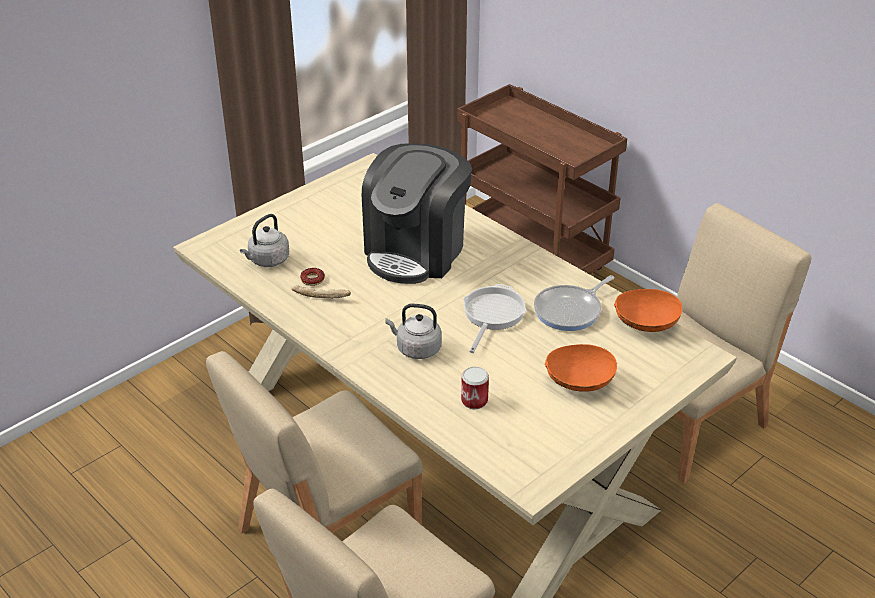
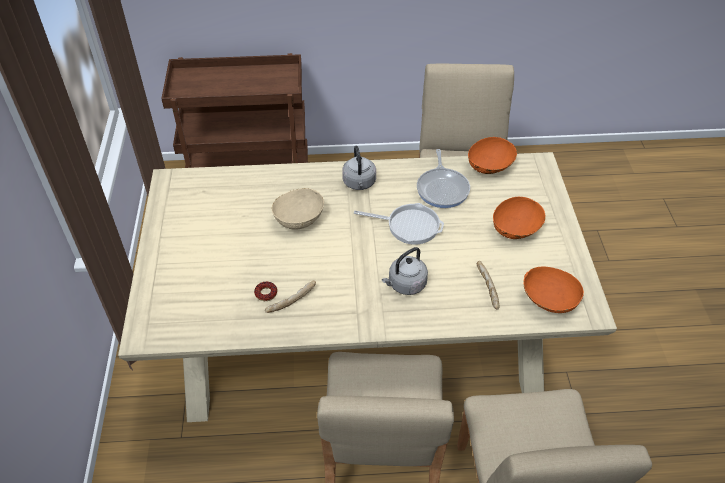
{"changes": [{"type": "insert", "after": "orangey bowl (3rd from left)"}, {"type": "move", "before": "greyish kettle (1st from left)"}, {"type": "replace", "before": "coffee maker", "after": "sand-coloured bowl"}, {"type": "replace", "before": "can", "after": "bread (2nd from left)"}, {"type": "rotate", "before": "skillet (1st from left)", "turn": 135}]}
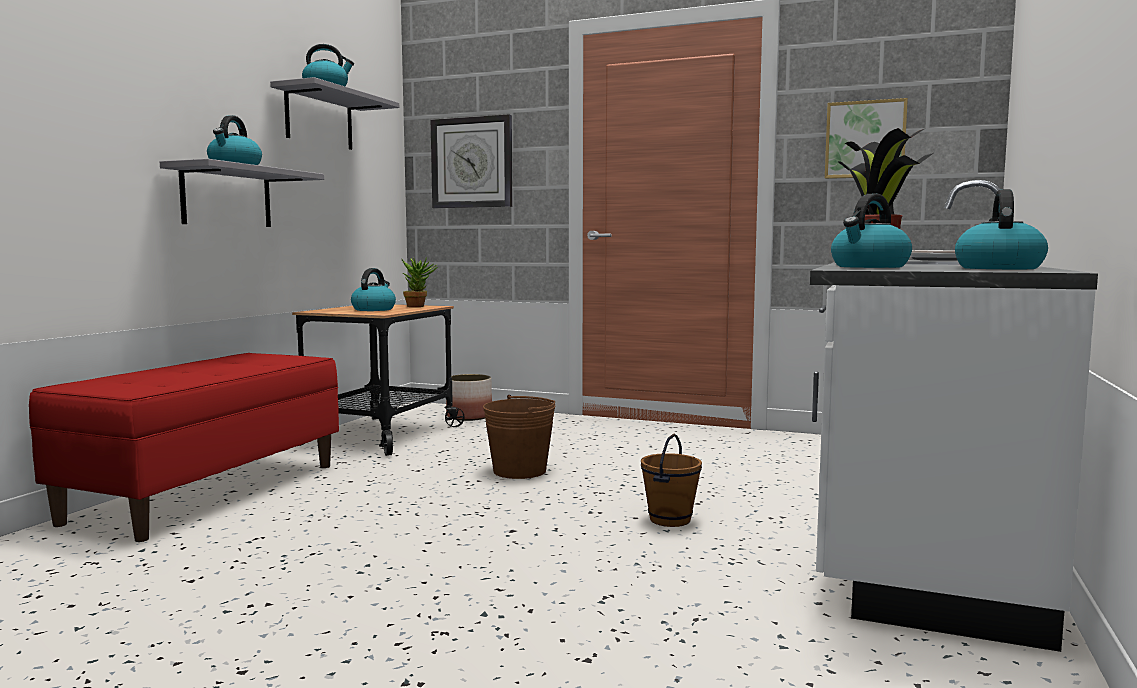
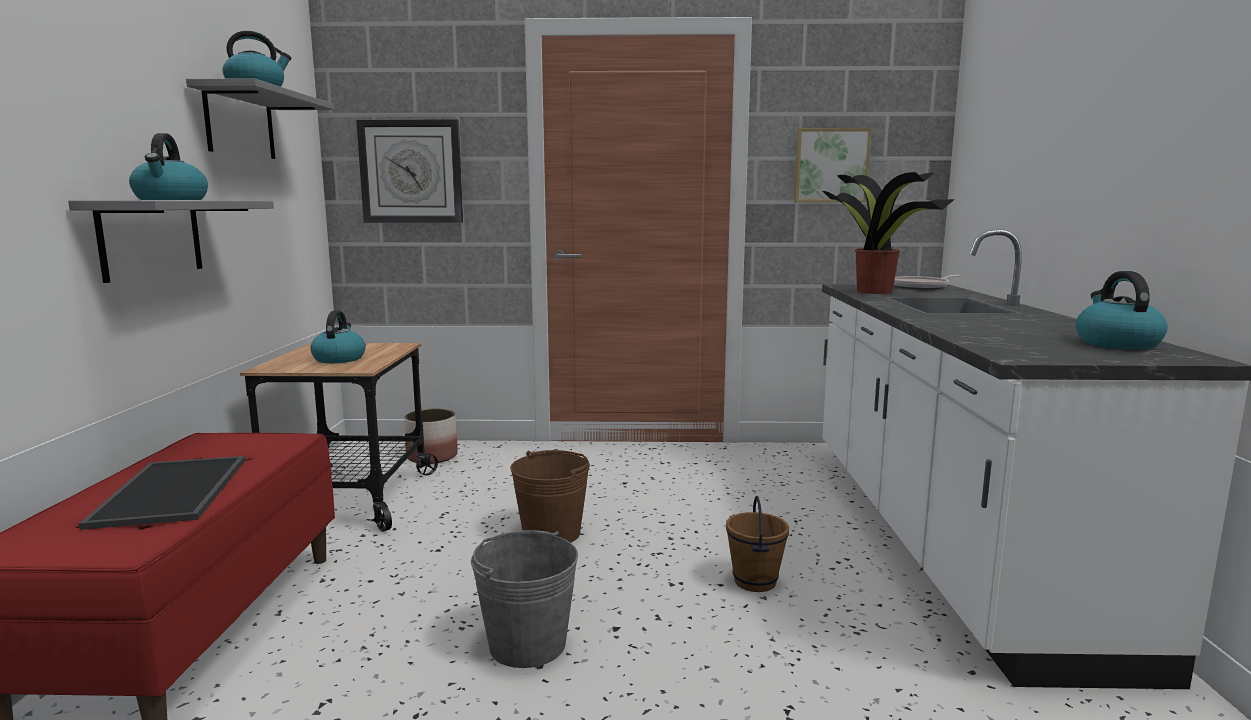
{"changes": [{"type": "delete", "before": "plant in a pot (1st from left)"}, {"type": "delete", "before": "kettle (4th from left)"}, {"type": "insert", "after": "tray"}, {"type": "insert", "after": "greyish pail"}]}
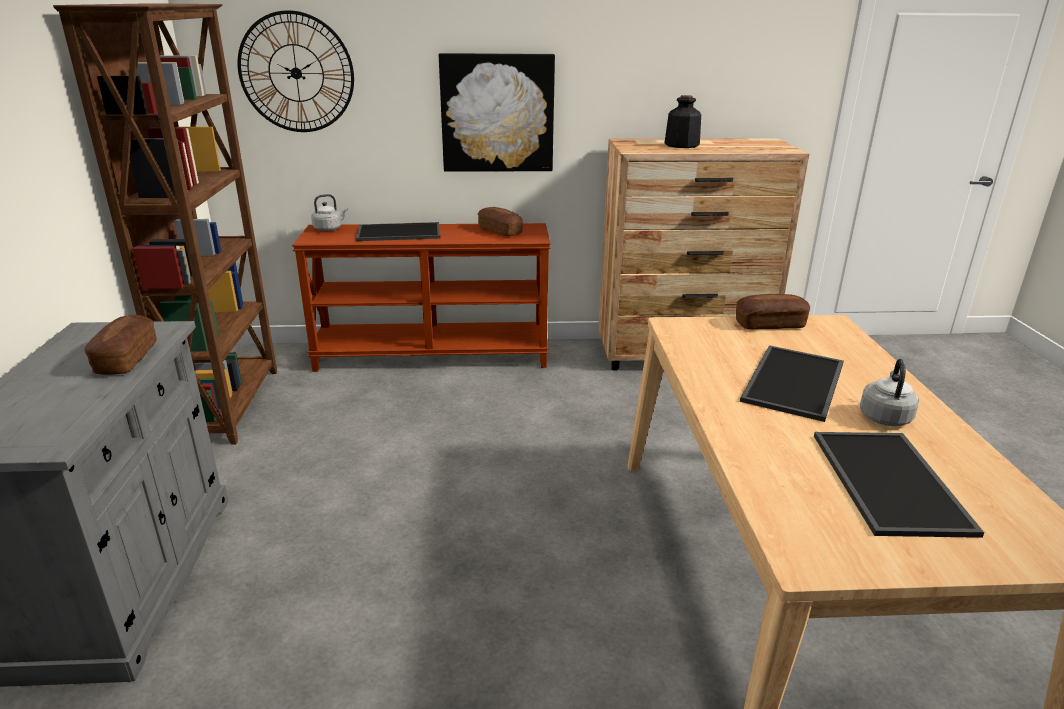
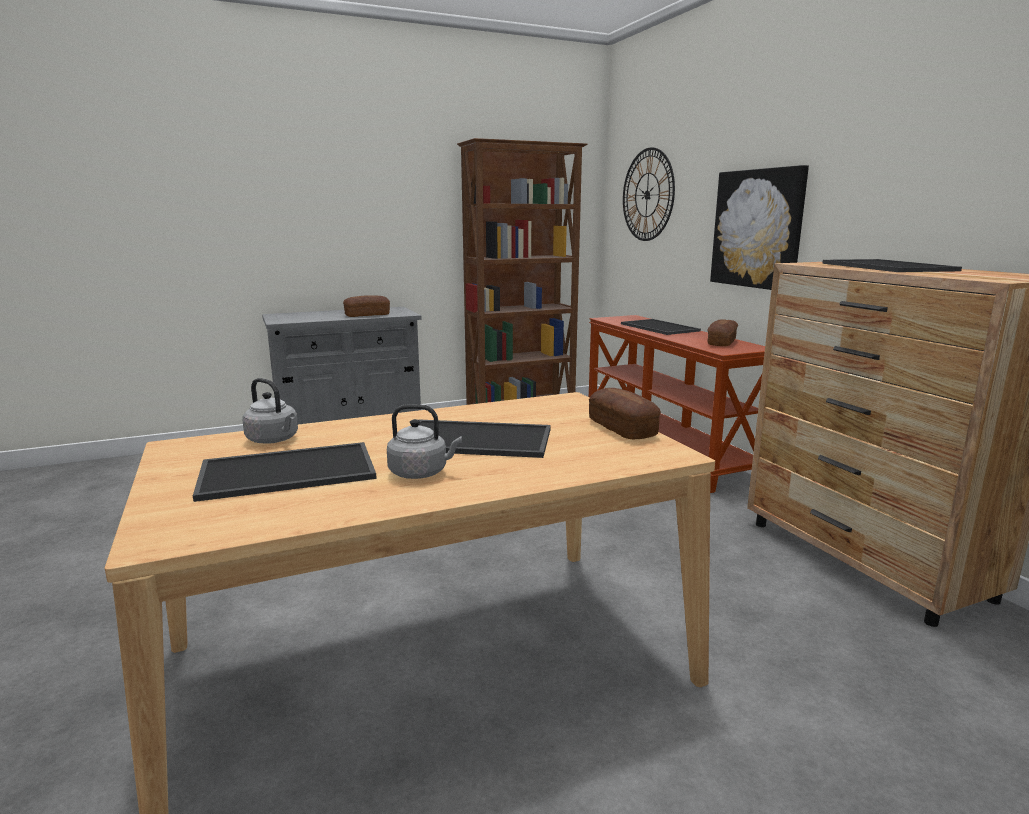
{"changes": [{"type": "move", "before": "greyish kettle (1st from left)"}, {"type": "replace", "before": "beverage bottle", "after": "tray (4th from left)"}]}
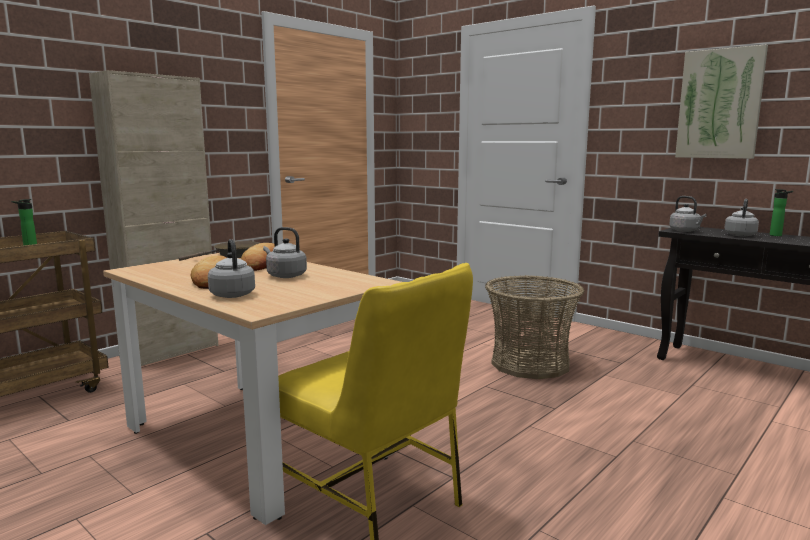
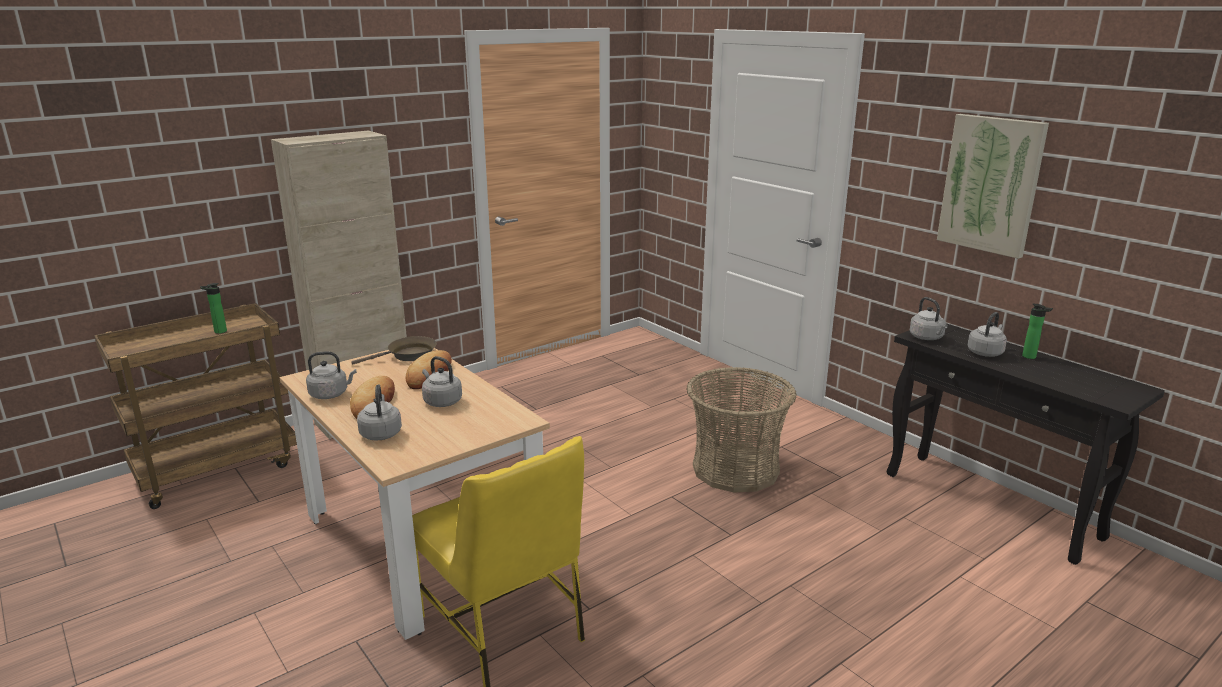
{"changes": [{"type": "insert", "after": "greyish kettle (1st from left)"}]}
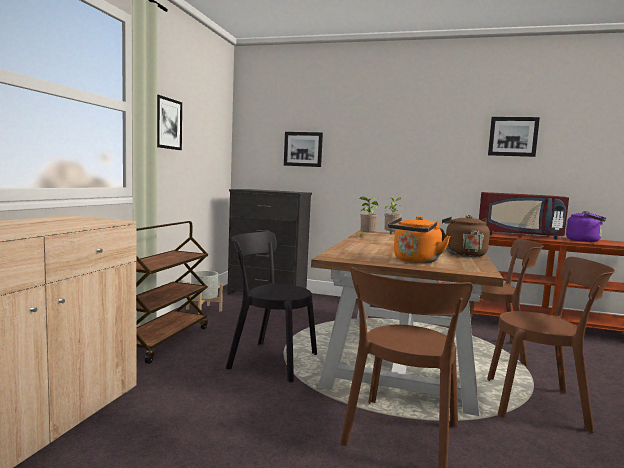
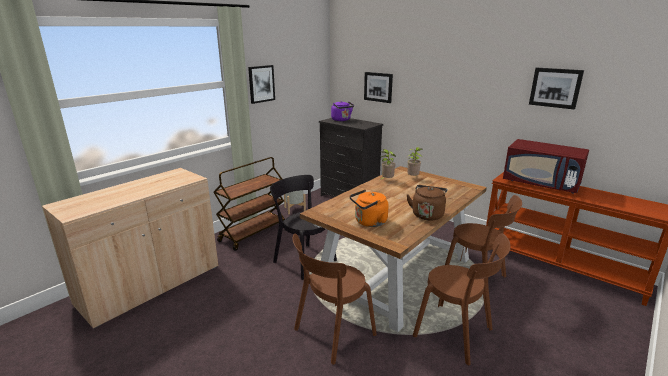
{"changes": [{"type": "move", "before": "purplish kettle"}]}
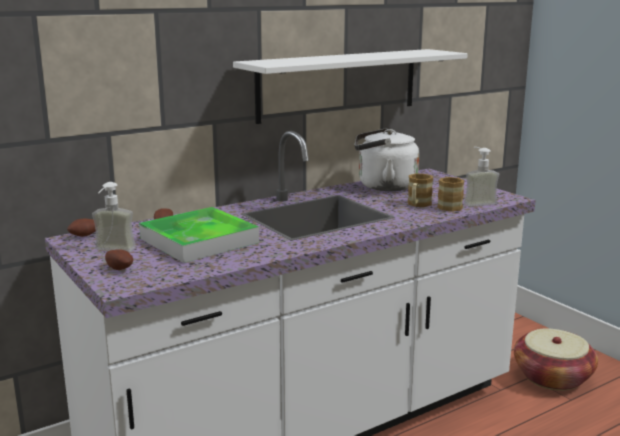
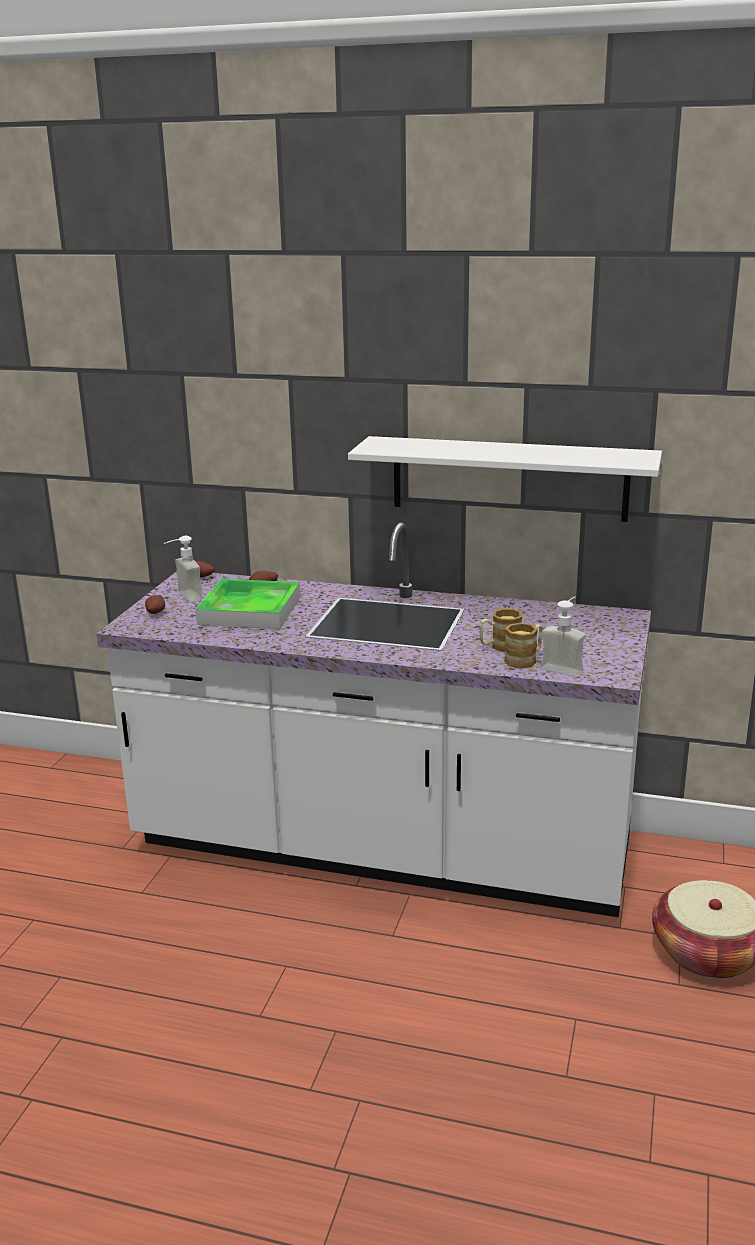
{"changes": [{"type": "delete", "before": "whitish kettle"}]}
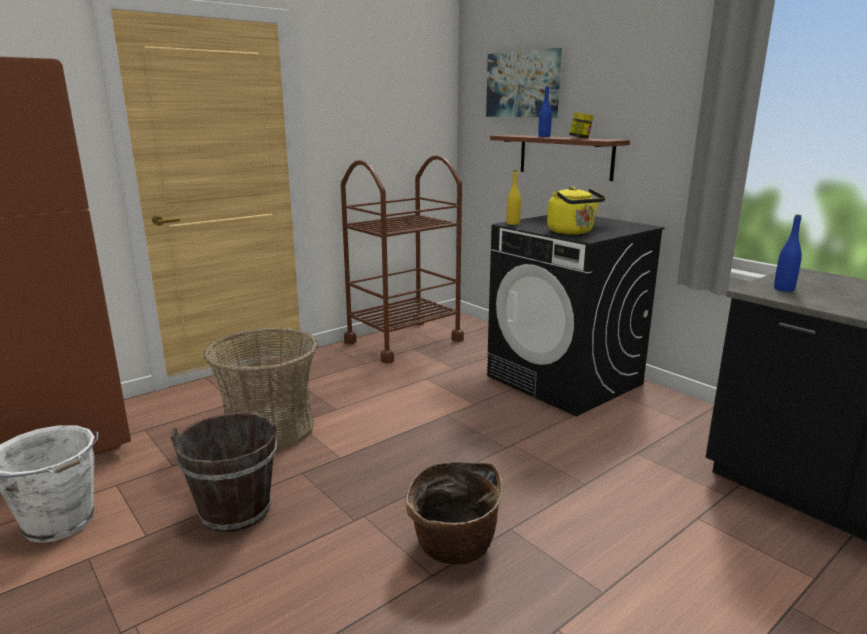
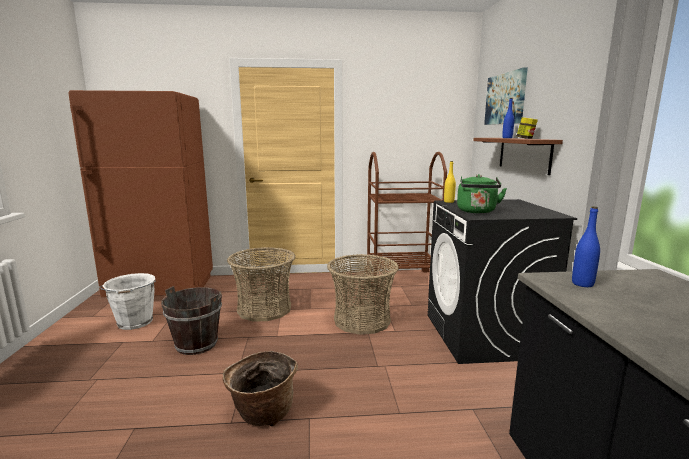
{"changes": [{"type": "insert", "after": "household basket (3rd from left)"}, {"type": "recolor", "before": "yellowish kettle", "after": "green-coloured kettle"}]}
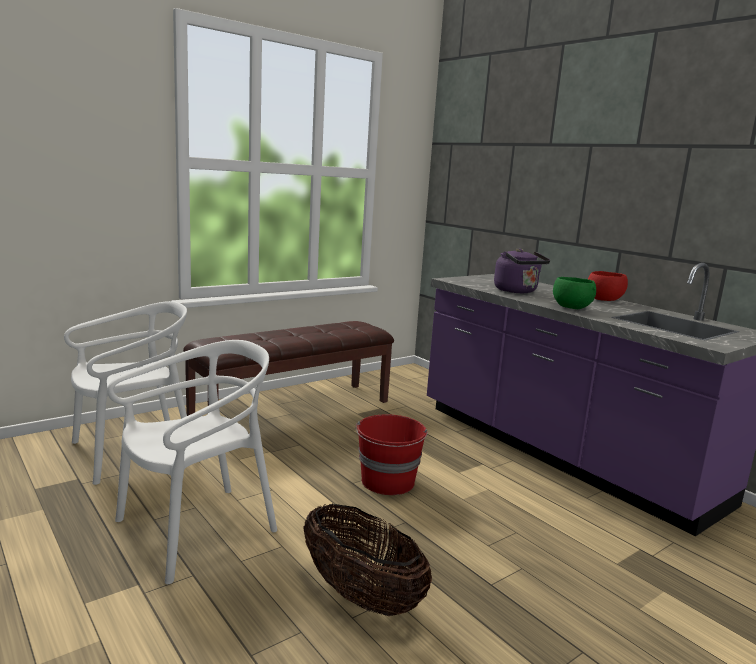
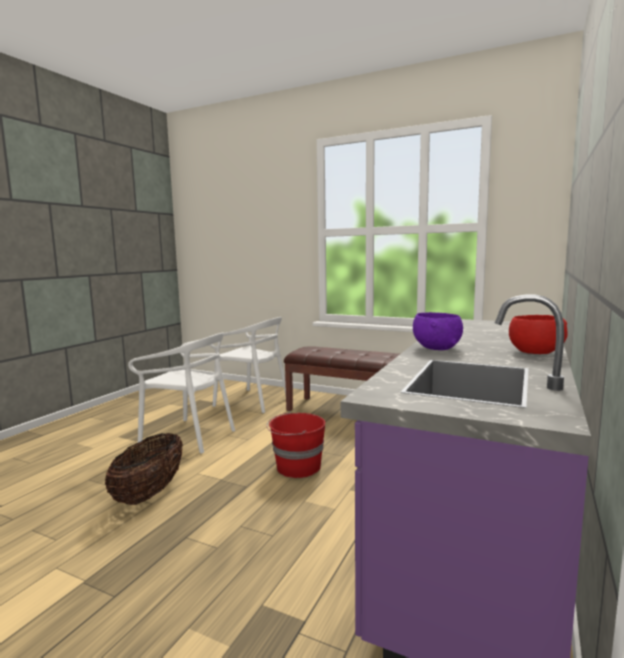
{"changes": [{"type": "delete", "before": "purplish kettle"}, {"type": "recolor", "before": "green-coloured bowl", "after": "purplish bowl"}]}
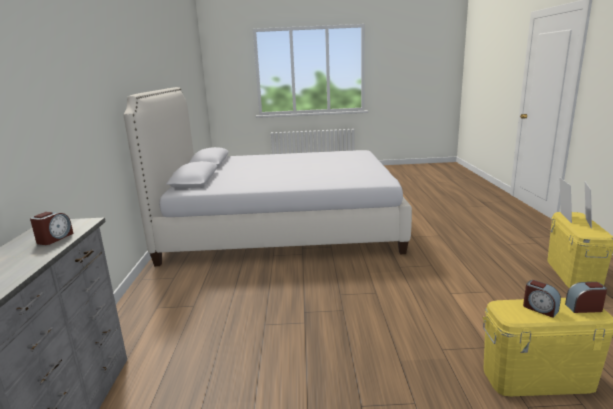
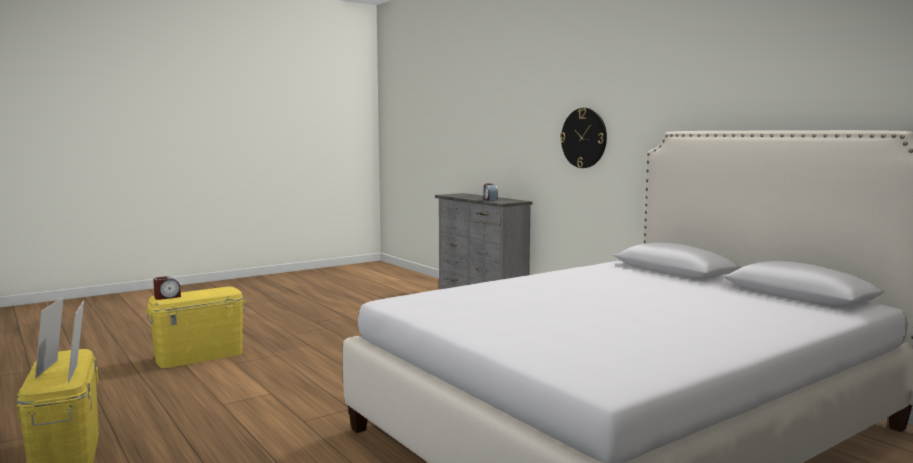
{"changes": [{"type": "delete", "before": "table clock (2nd from left)"}, {"type": "insert", "after": "hanging clock"}]}
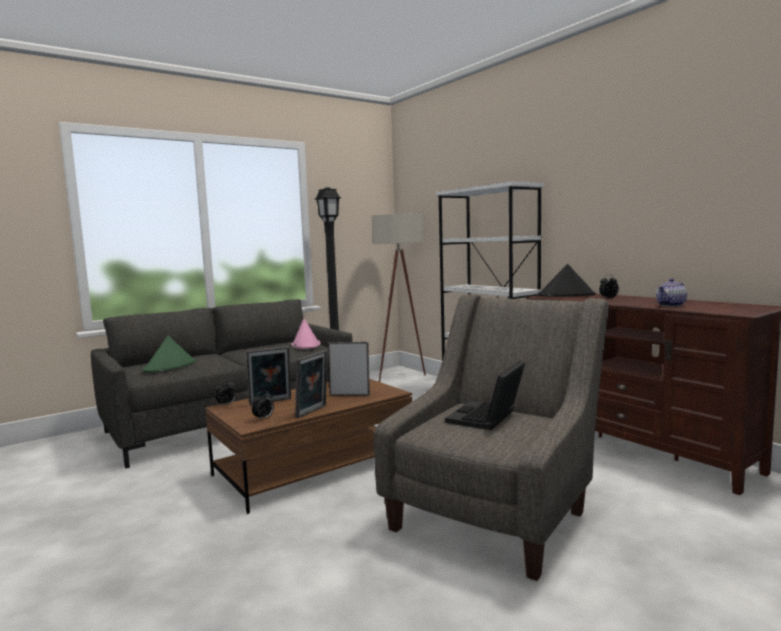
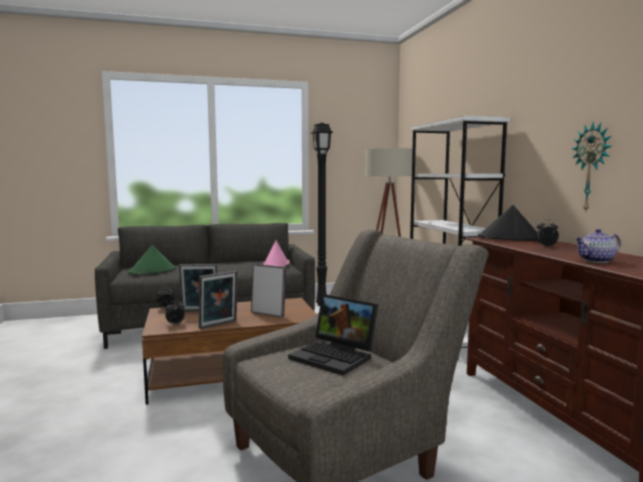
{"changes": [{"type": "insert", "after": "hanging clock"}, {"type": "rotate", "before": "laptop", "turn": -105}]}
